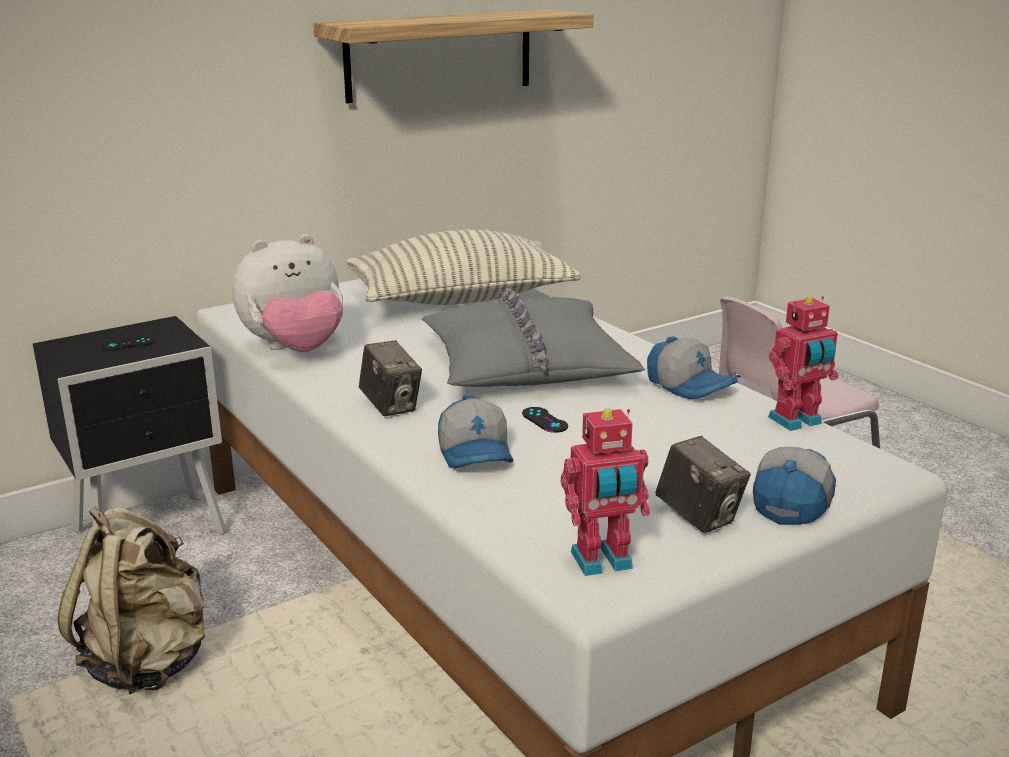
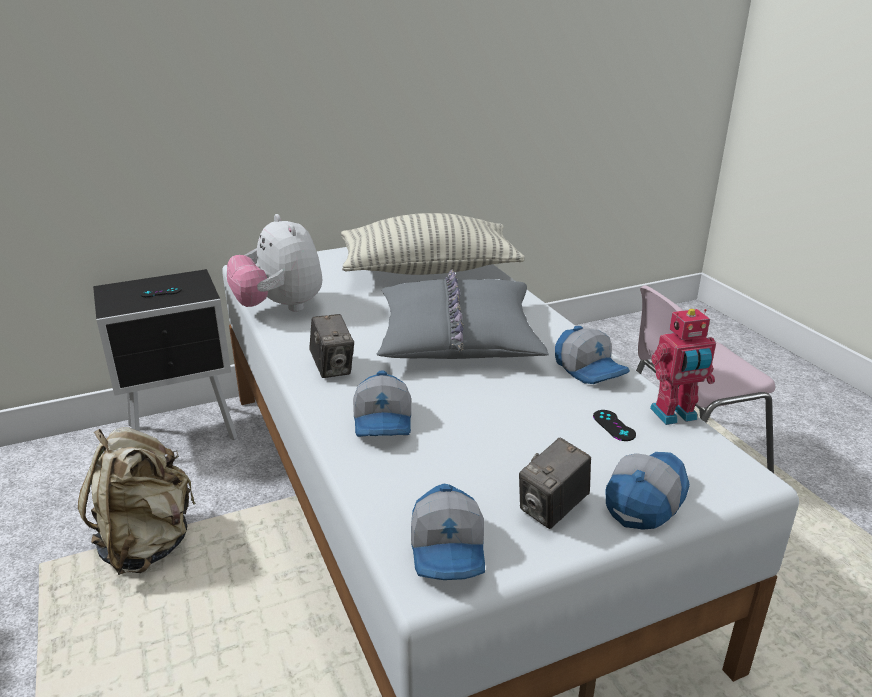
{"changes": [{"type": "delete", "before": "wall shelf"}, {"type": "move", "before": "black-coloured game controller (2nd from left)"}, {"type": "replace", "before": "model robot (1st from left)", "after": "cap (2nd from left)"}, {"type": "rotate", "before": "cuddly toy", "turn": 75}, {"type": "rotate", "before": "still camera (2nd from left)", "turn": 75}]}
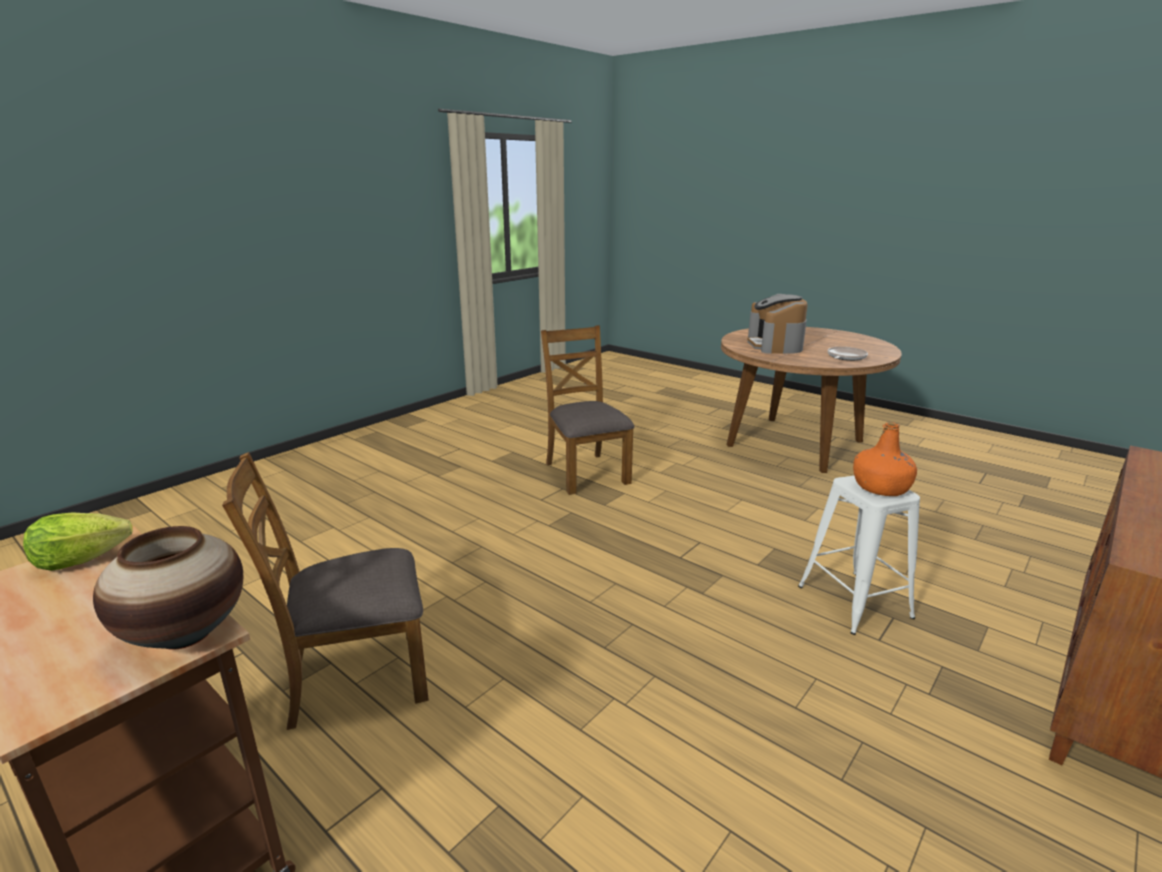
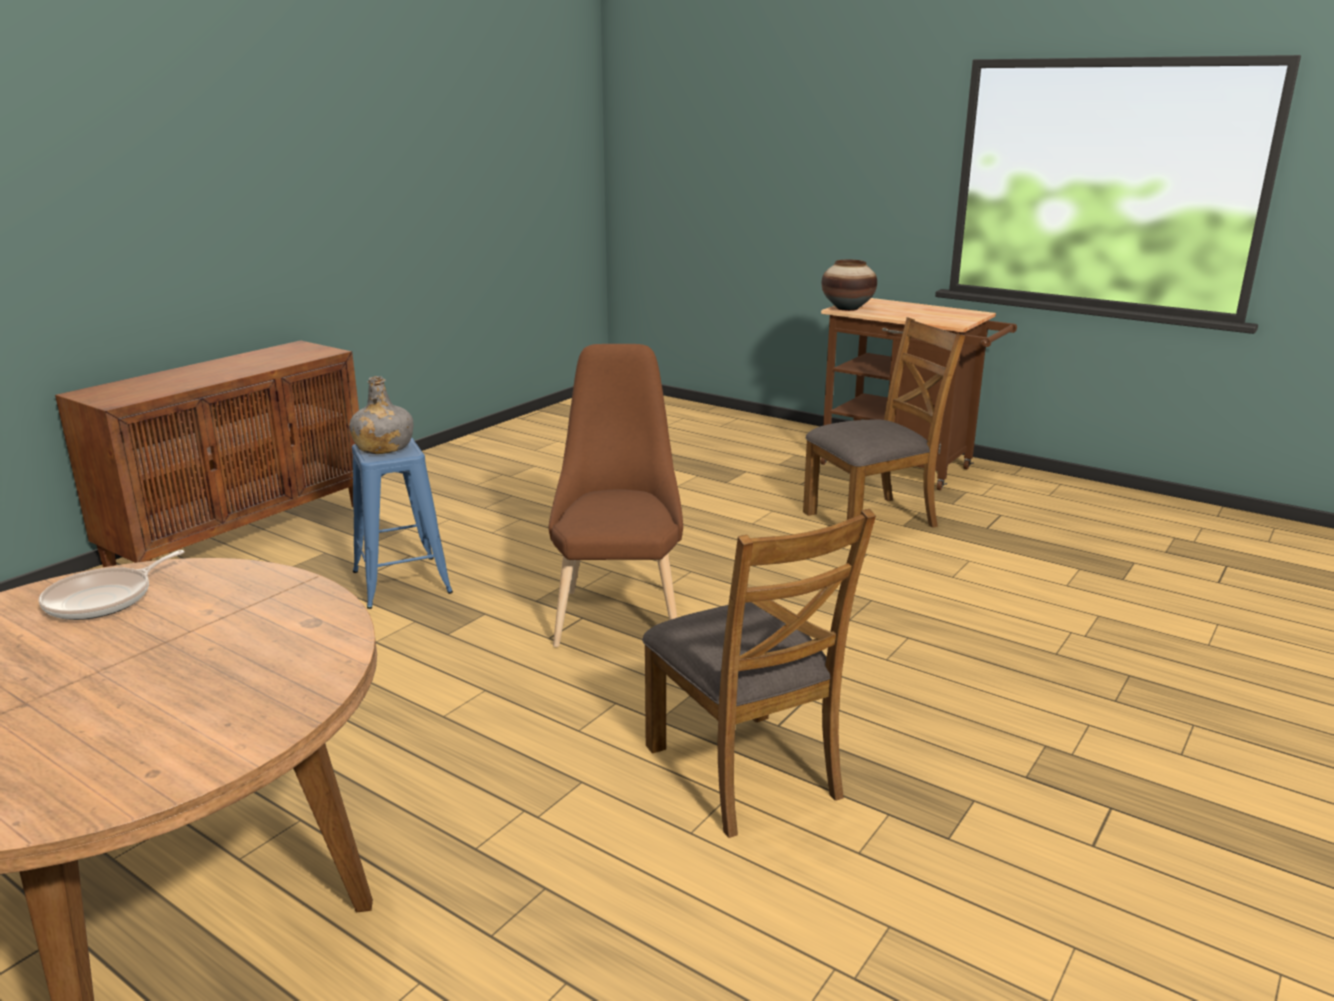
{"changes": [{"type": "delete", "before": "lettuce head"}, {"type": "delete", "before": "coffee maker"}, {"type": "insert", "after": "brown-coloured plain chair (1st from left)"}, {"type": "recolor", "before": "whitish stool", "after": "blue stool"}, {"type": "recolor", "before": "orangey beverage bottle", "after": "greyish beverage bottle"}]}
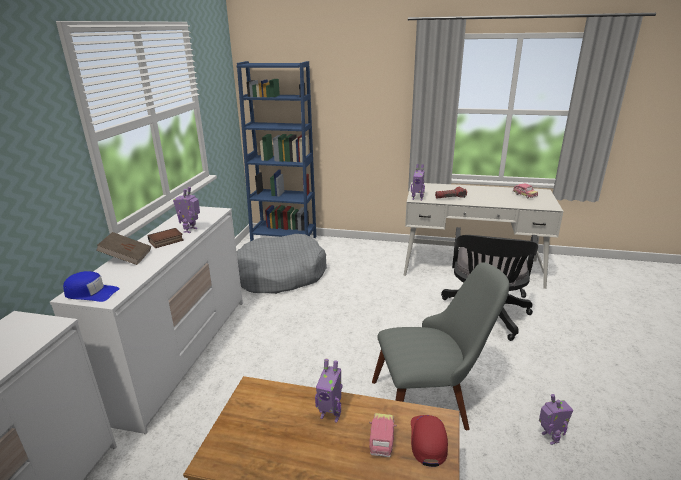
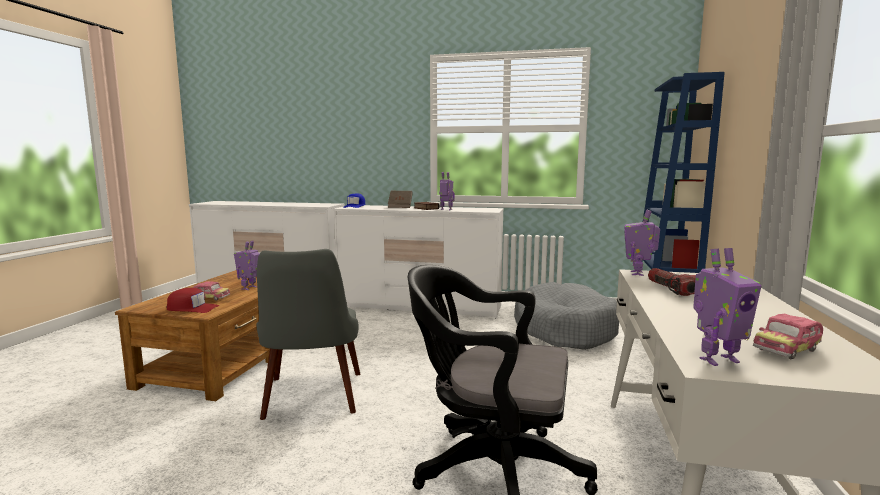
{"changes": [{"type": "move", "before": "model robot (4th from left)"}]}
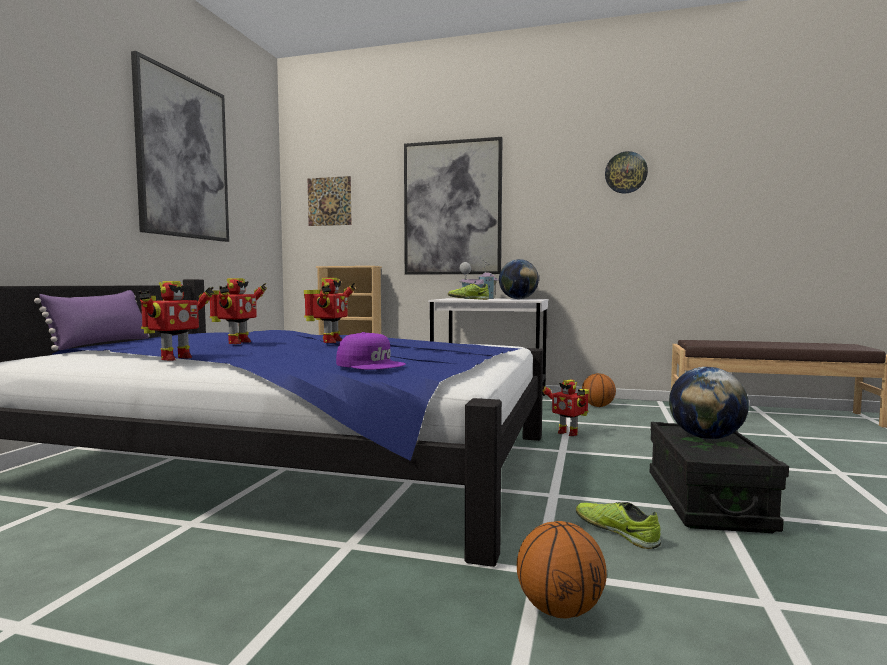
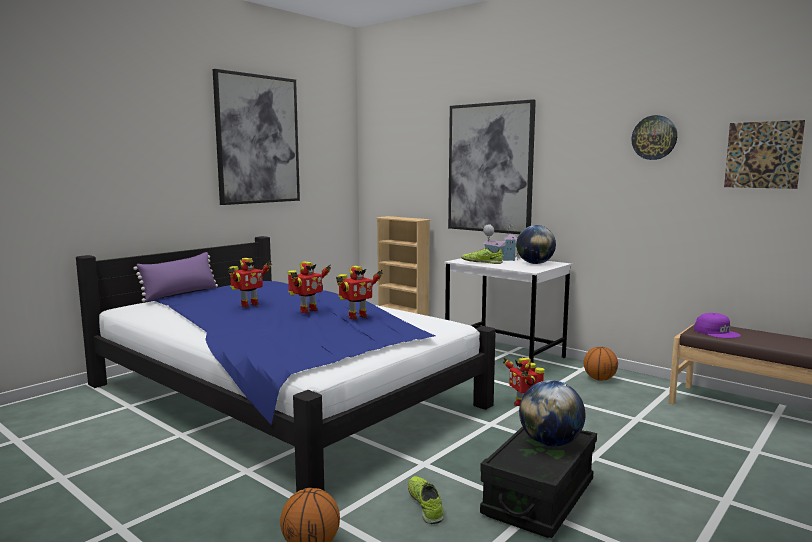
{"changes": [{"type": "move", "before": "model robot (1st from left in the first image)", "after": "model robot (3rd from left)"}, {"type": "move", "before": "wall picture (2nd from left in the first image)", "after": "wall picture (3rd from left)"}, {"type": "move", "before": "purplish cap"}]}
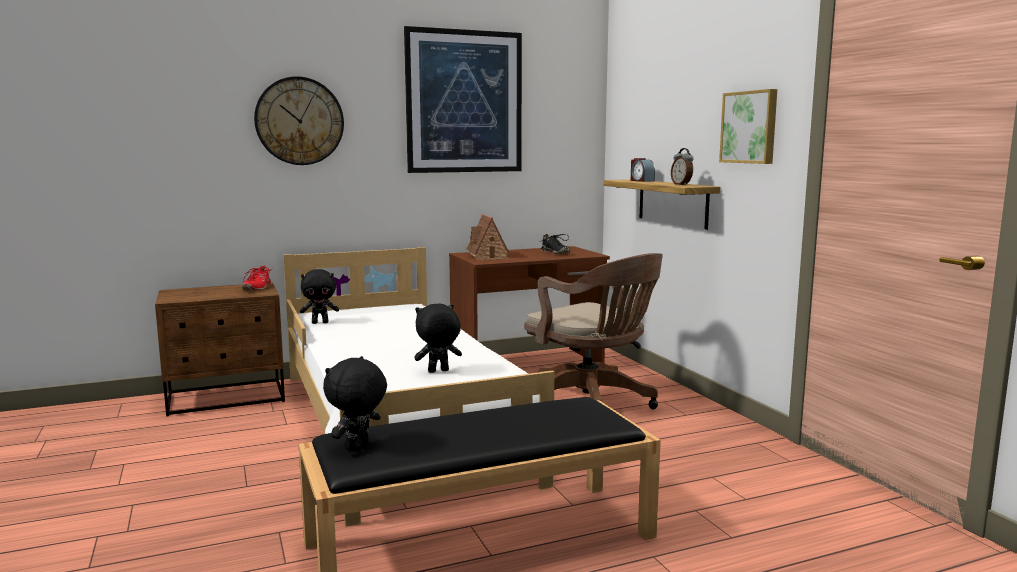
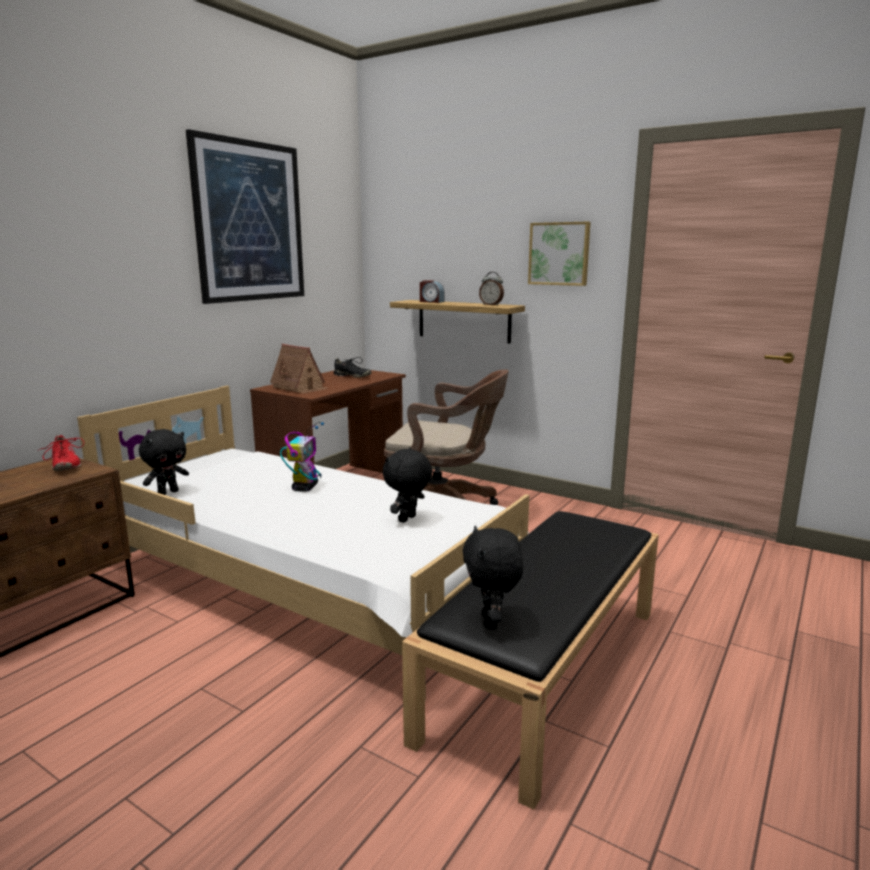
{"changes": [{"type": "delete", "before": "hanging clock"}, {"type": "insert", "after": "model robot"}]}
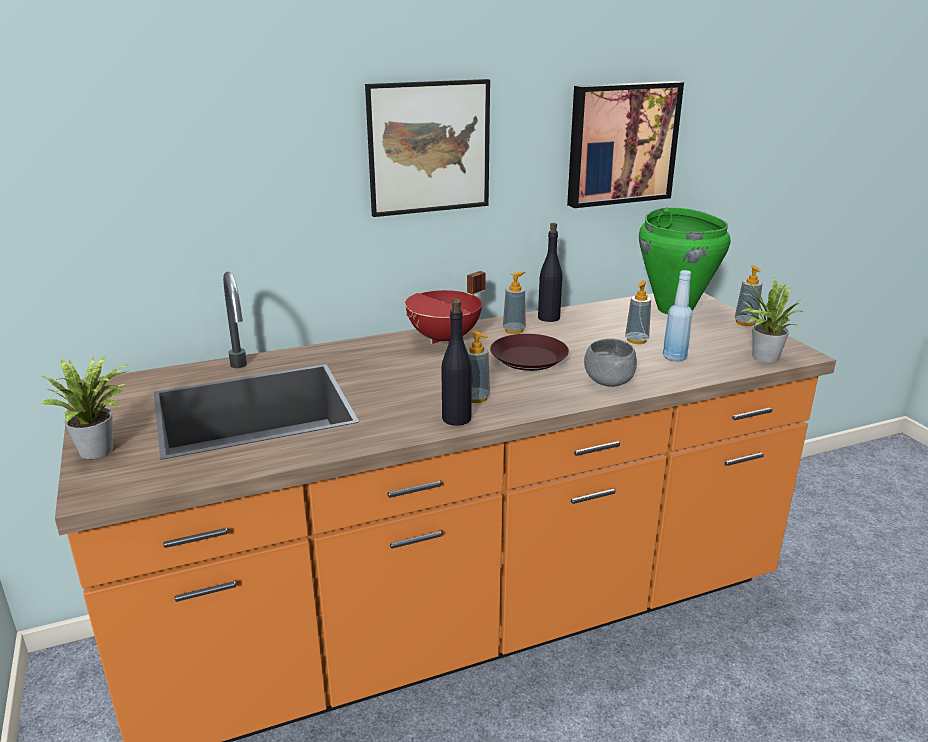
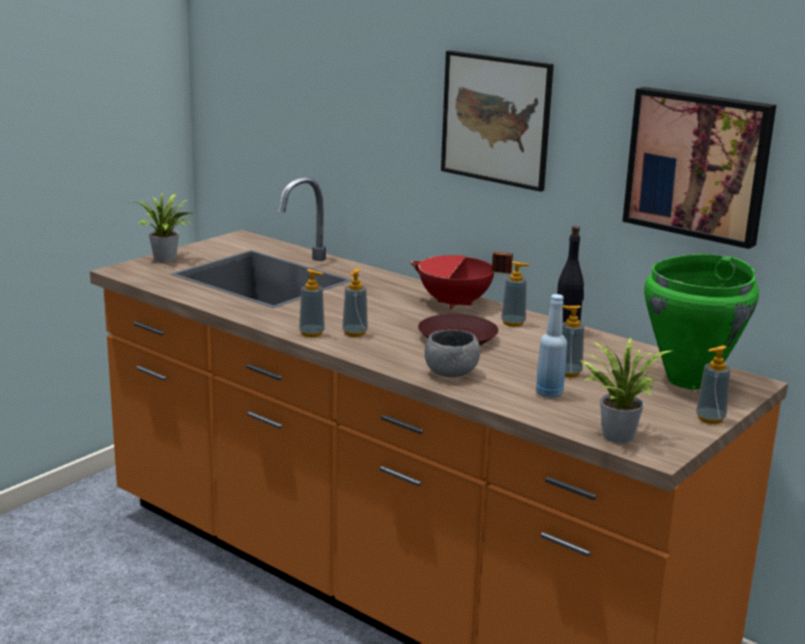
{"changes": [{"type": "replace", "before": "black-coloured beverage bottle (1st from left)", "after": "soap dispenser (1st from left)"}]}
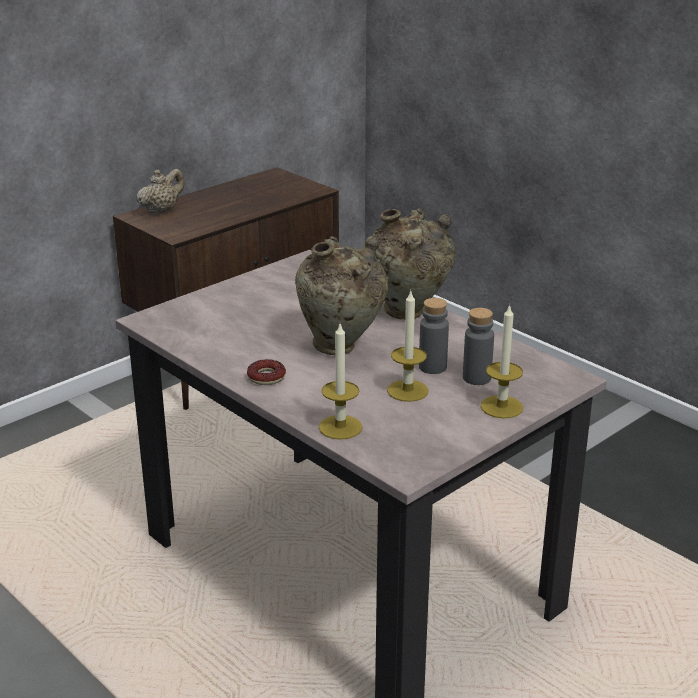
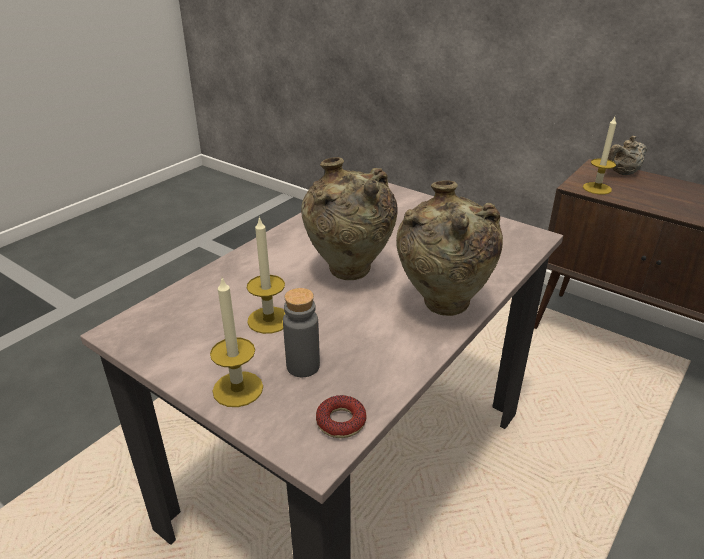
{"changes": [{"type": "delete", "before": "greyish beverage bottle (1st from left)"}, {"type": "move", "before": "doughnut"}, {"type": "move", "before": "wax light (1st from left in the first image)", "after": "wax light (3rd from left)"}, {"type": "rotate", "before": "sand-coloured tea pot", "turn": 120}]}
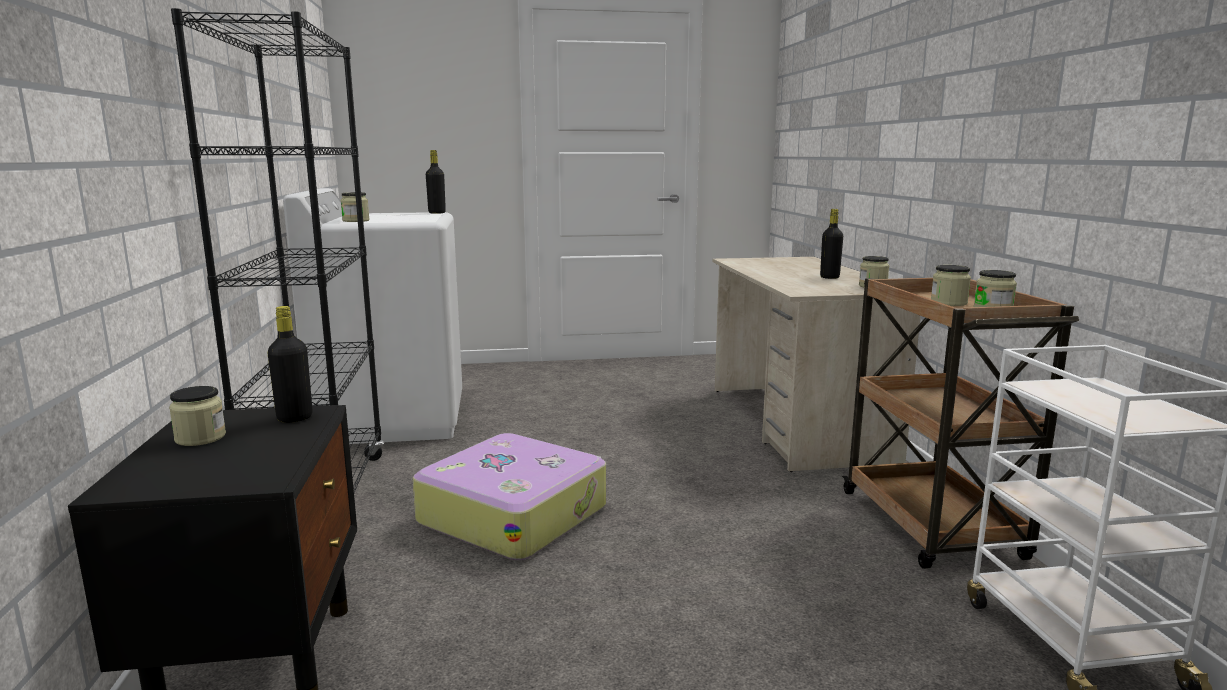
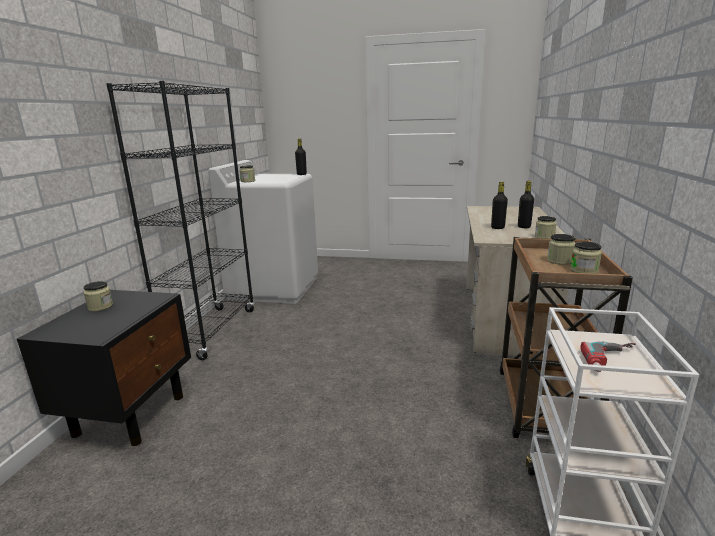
{"changes": [{"type": "delete", "before": "piece of luggage"}, {"type": "insert", "after": "drill"}, {"type": "move", "before": "black-coloured beverage bottle (1st from left in the first image)", "after": "black-coloured beverage bottle (2nd from left)"}]}
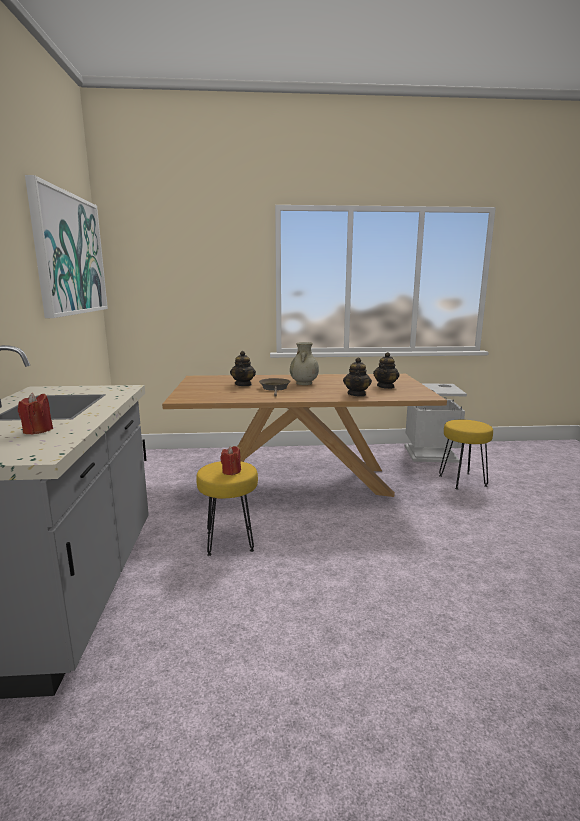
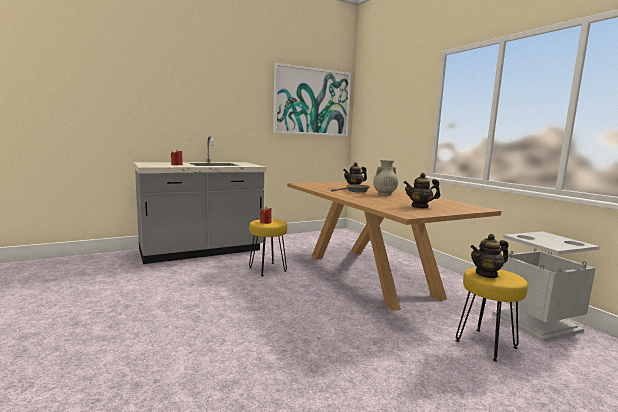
{"changes": [{"type": "move", "before": "tea pot (2nd from left in the first image)", "after": "tea pot (3rd from left)"}]}
